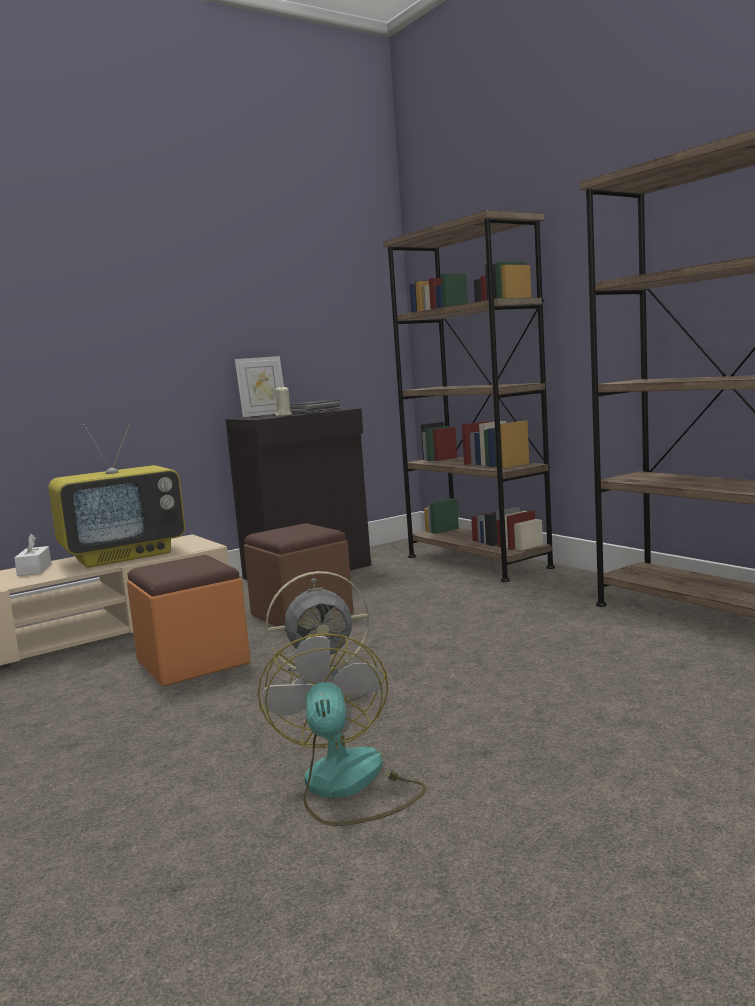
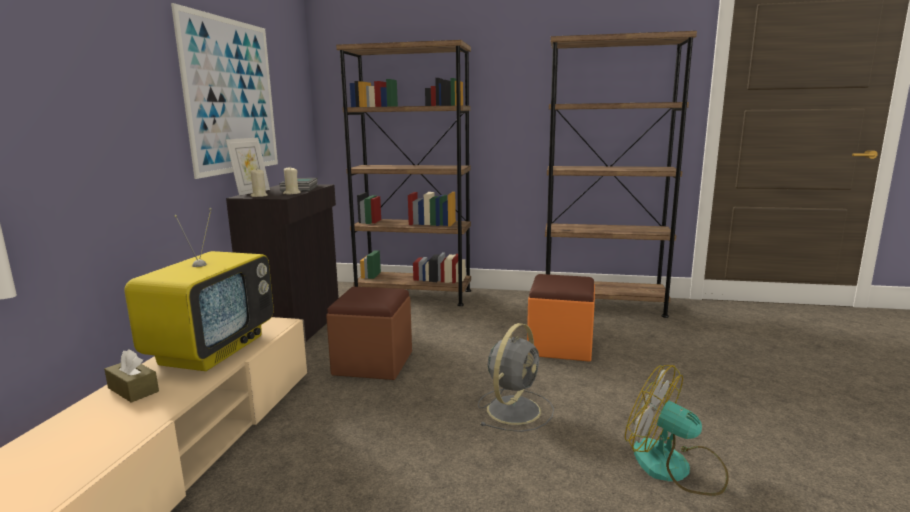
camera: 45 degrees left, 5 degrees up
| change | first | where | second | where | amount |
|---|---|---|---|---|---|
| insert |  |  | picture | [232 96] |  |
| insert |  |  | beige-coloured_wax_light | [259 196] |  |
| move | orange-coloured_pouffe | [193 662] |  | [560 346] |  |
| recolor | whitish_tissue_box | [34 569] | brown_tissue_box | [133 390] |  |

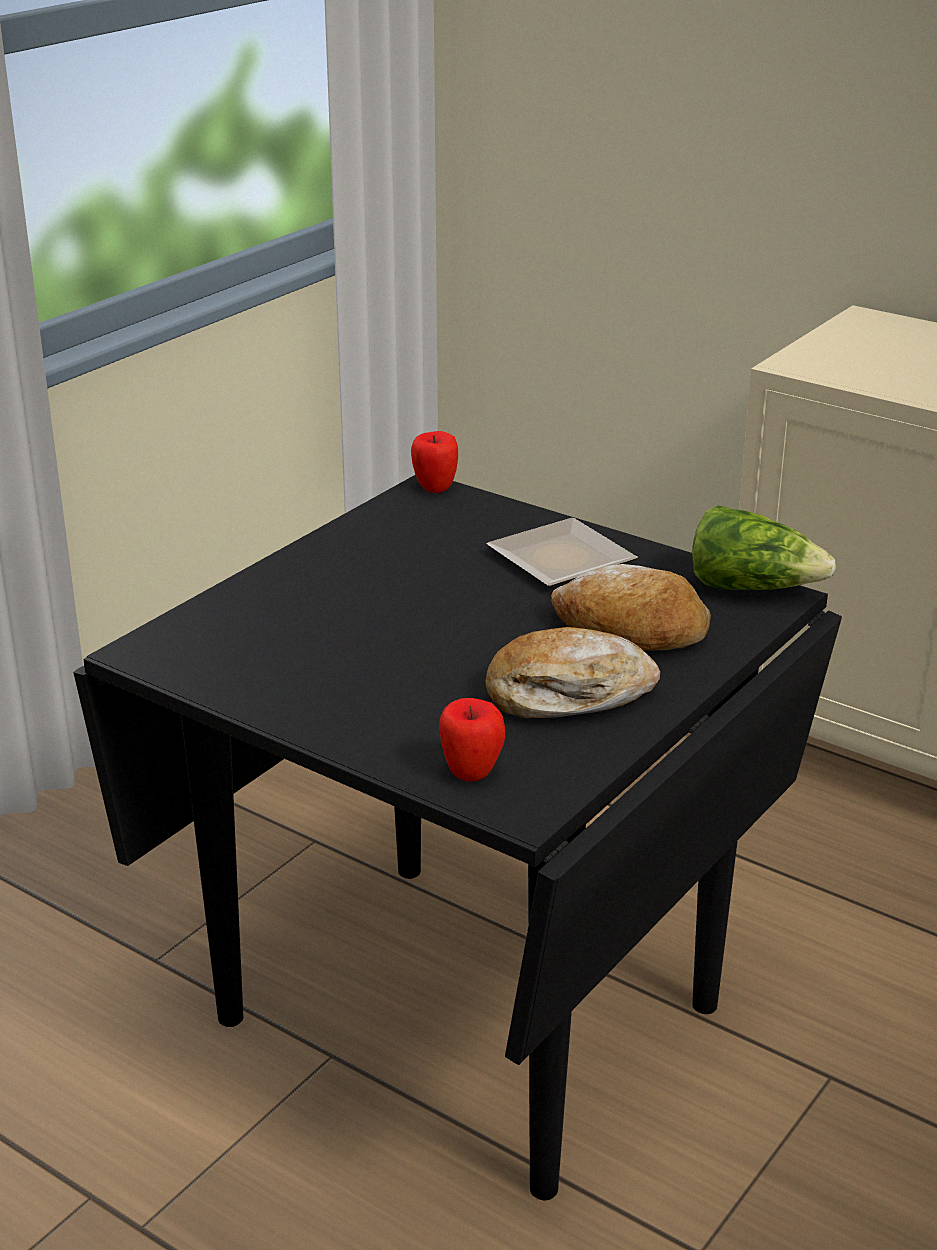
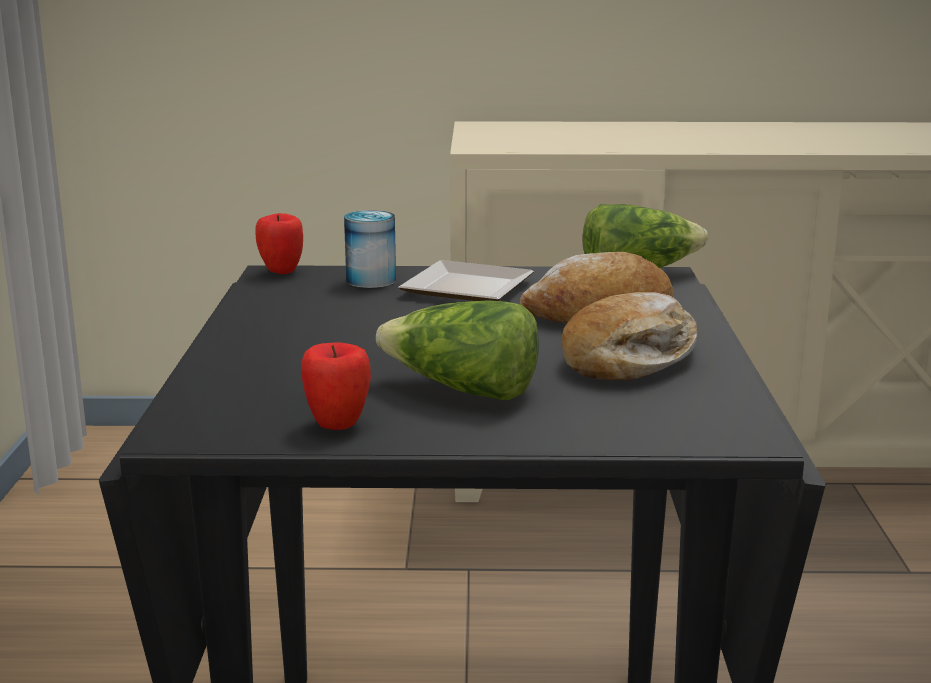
camera: 35 degrees left, 10 degrees down
| change | first | where | second | where | amount |
|---|---|---|---|---|---|
| insert |  |  | can | [371 280] |  |
| insert |  |  | lettuce | [462 390] |  |
| move | apple_fruit | [471 773] |  | [337 423] |  |

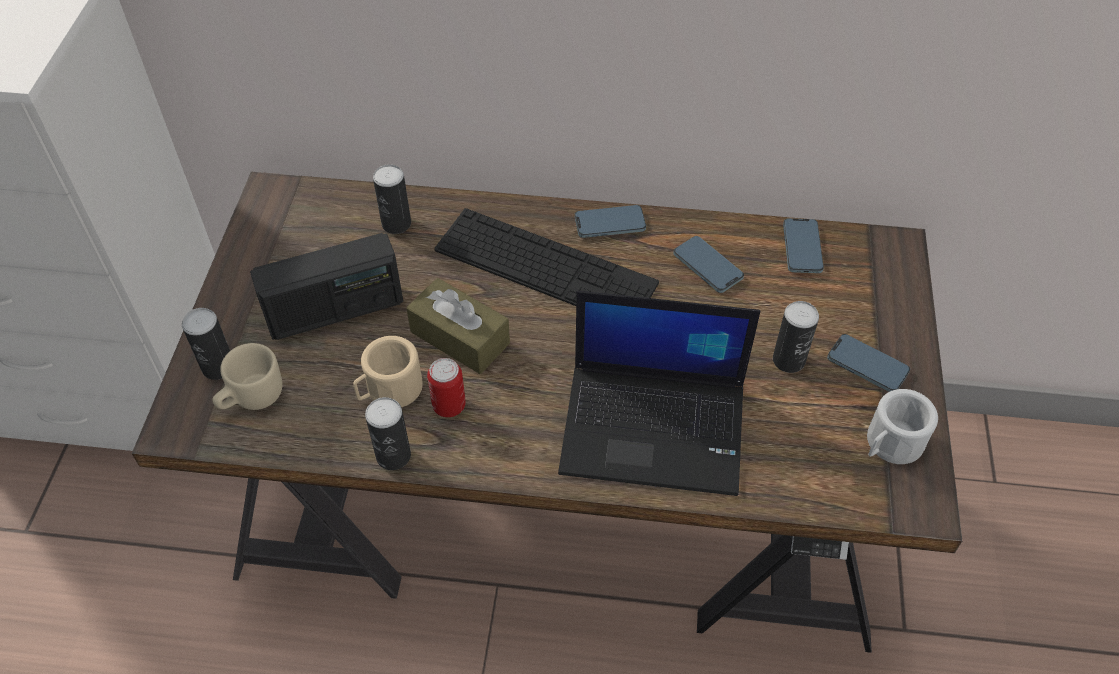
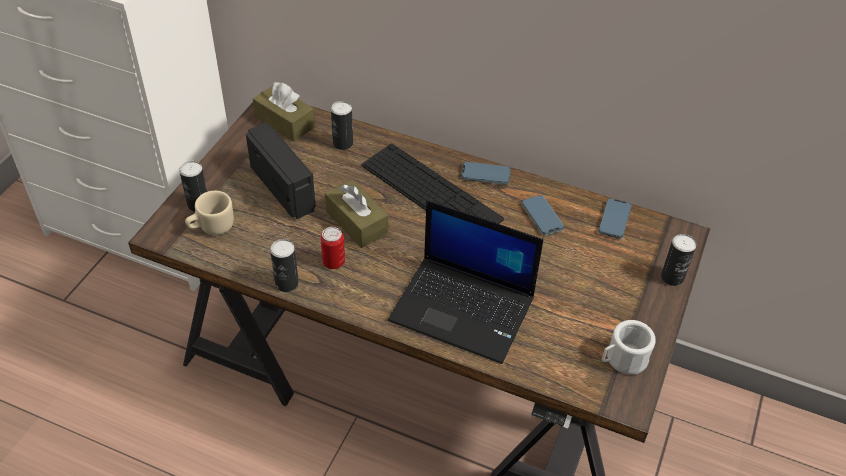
camera: 15 degrees right, 5 degrees down
| change | first | where | second | where | amount |
|---|---|---|---|---|---|
| delete | beige-coloured_tea_mug | [389 390] |  |  |  |
| delete | phone | [867 366] |  |  |  |
| insert |  |  | brown_tissue_box | [285 122] |  |
| move | can | [788 360] |  | [672 277] |  |
| rotate | radio | [335 311] |  | [283 188] | 120 degrees counterclockwise |

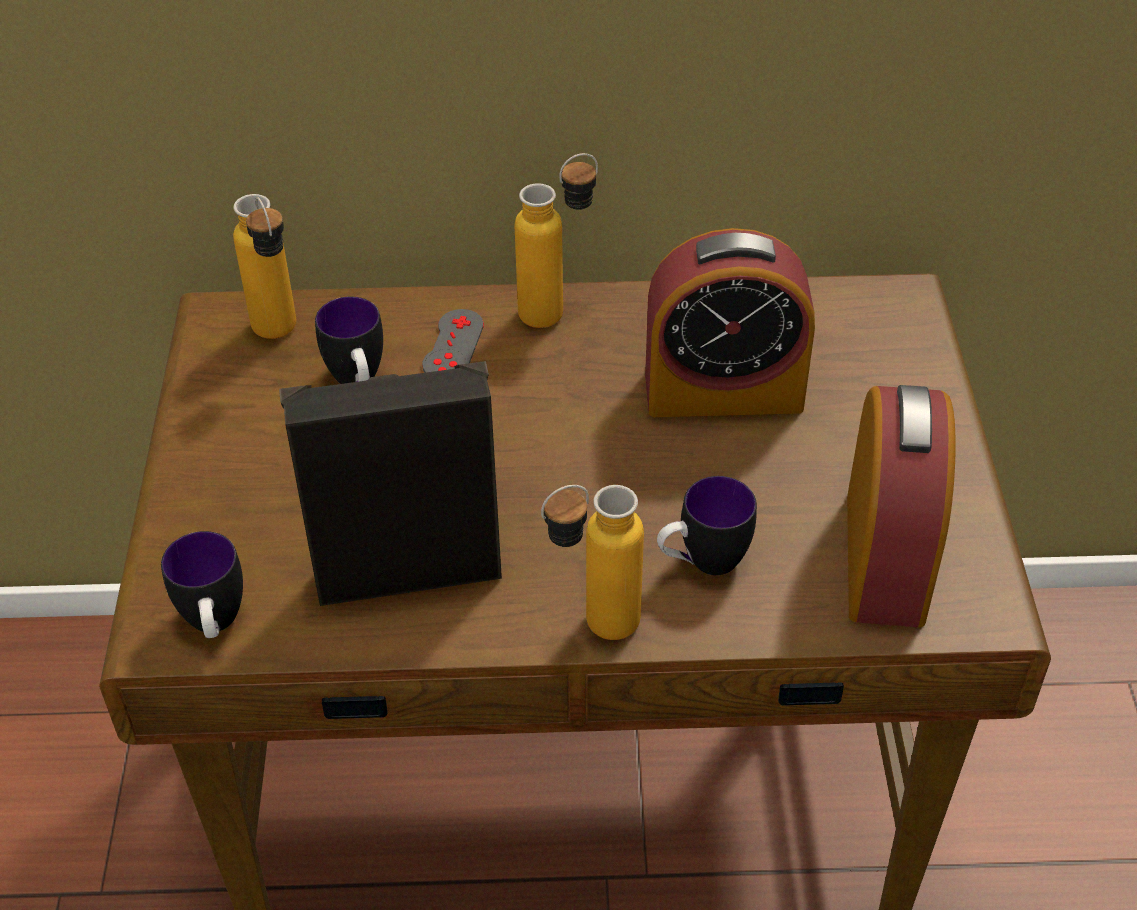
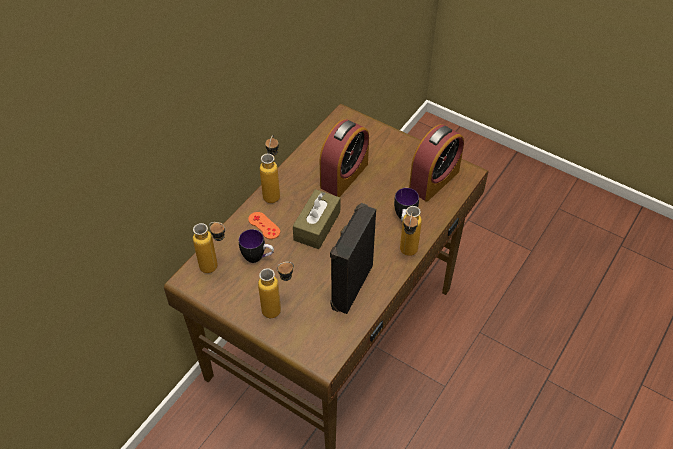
camera: 55 degrees left, 5 degrees up
| change | first | where | second | where | amount |
|---|---|---|---|---|---|
| delete | tea_mug | [215 626] |  |  |  |
| insert |  |  | beverage_bottle | [279 309] |  |
| insert |  |  | brown_tissue_box | [317 226] |  |
| recolor | gray_game_controller | [453 345] | orange-coloured_game_controller | [264 225] |  |
| rotate | bedside_clock | [885 557] |  | [434 180] | 90 degrees clockwise |

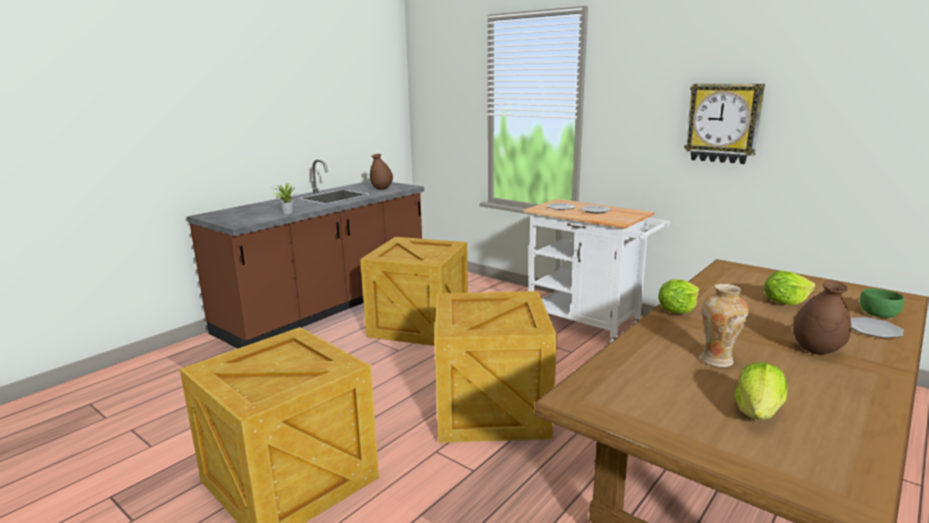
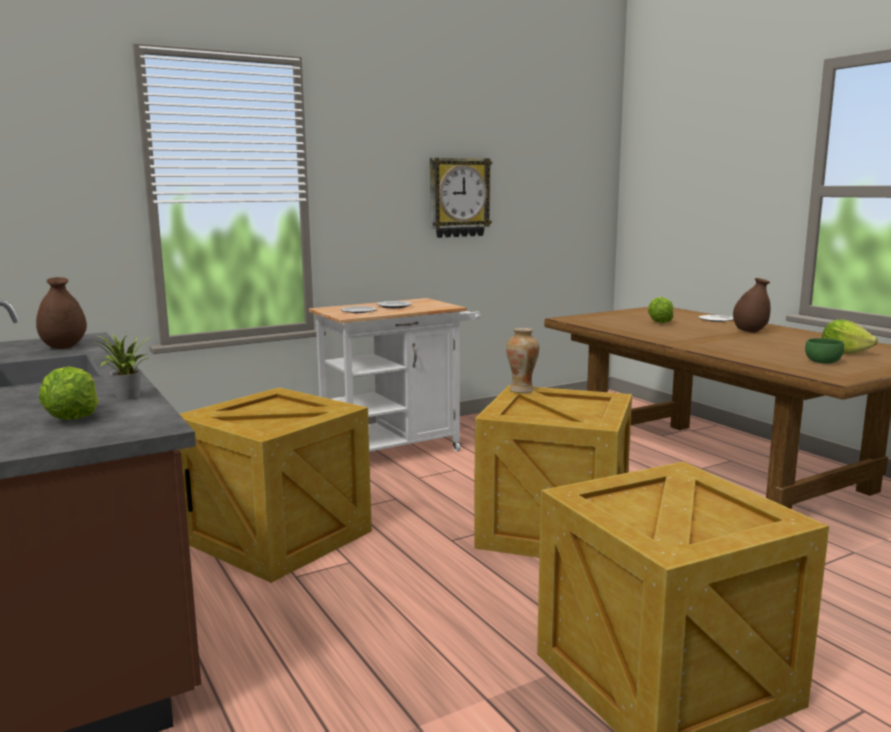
camera: 70 degrees left, 5 degrees down
| change | first | where | second | where | amount |
|---|---|---|---|---|---|
| move | lettuce | [677 311] |  | [72 418] |  |
| move | vase | [718 360] |  | [522 390] |  |
| move | green-coloured_deep_dish | [878 314] |  | [822 362] |  |

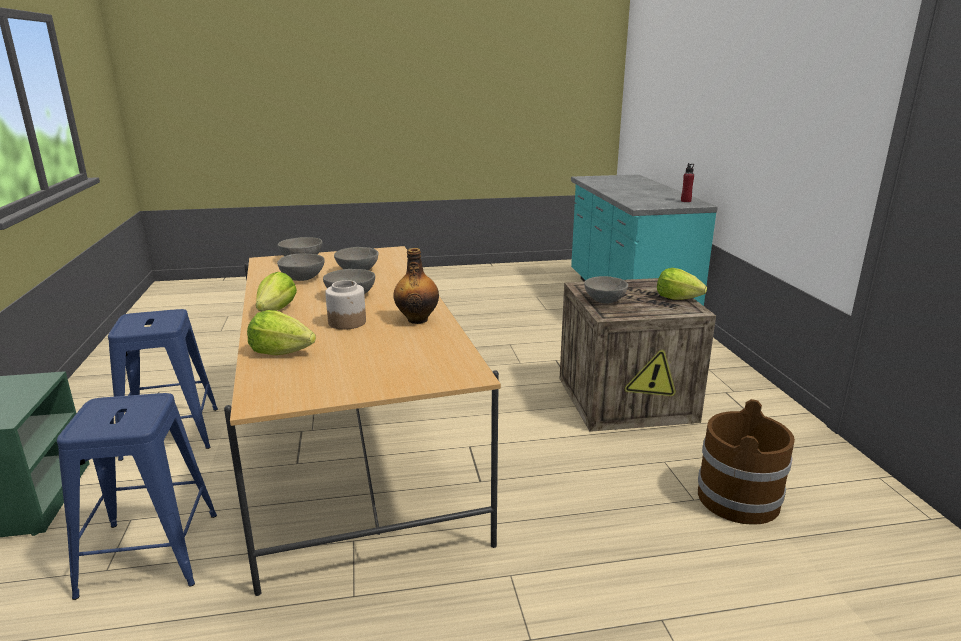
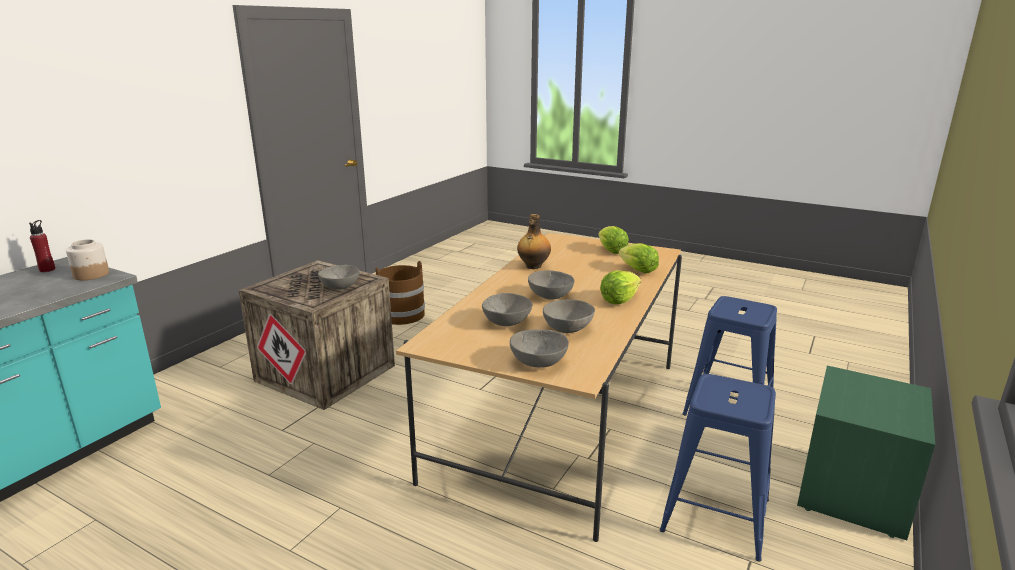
camera: 140 degrees left, 0 degrees up
| change | first | where | second | where | amount |
|---|---|---|---|---|---|
| move | storage_jar | [347 322] |  | [91 275] |  |
| move | lettuce | [677 298] |  | [611 251] |  |

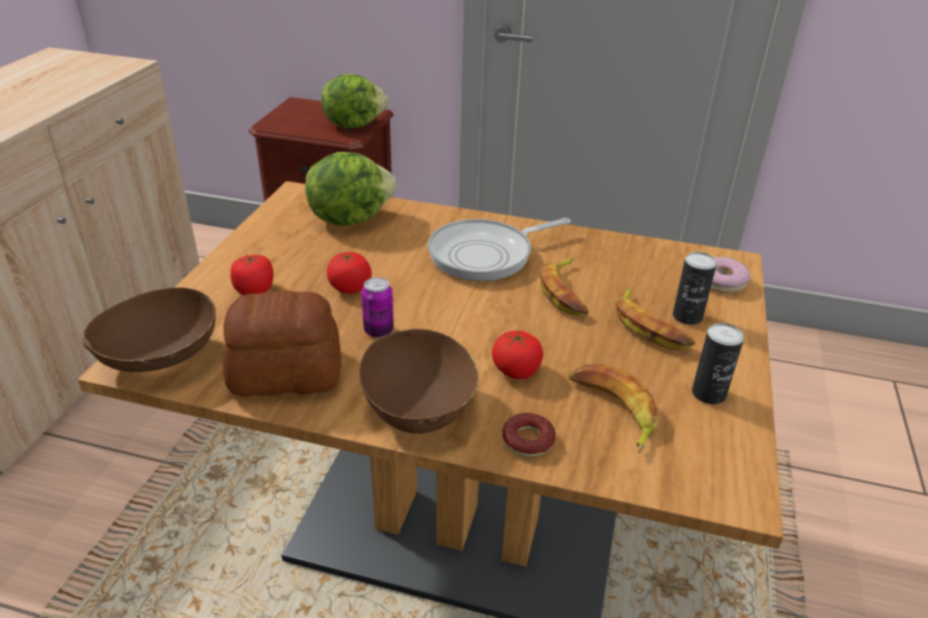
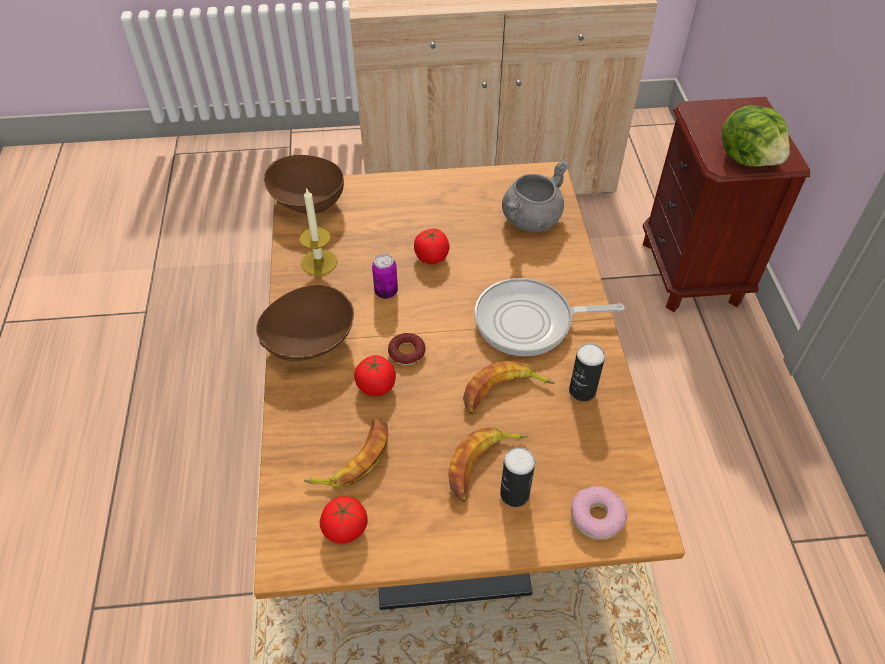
camera: 70 degrees right, 15 degrees up
| change | first | where | second | where | amount |
|---|---|---|---|---|---|
| move | tomato | [254 290] |  | [345 528] |  |
| move | doughnut | [528 440] |  | [406 352] |  |
| move | can | [708 394] |  | [582 391] |  |
| replace | baked_bread | [285 372] | wax_light | [319 262] |  |
| replace | lettuce | [349 218] | gray_saucepot | [531 219] |  |
| rotate | pan | [486 255] |  | [529 322] | 45 degrees counterclockwise |

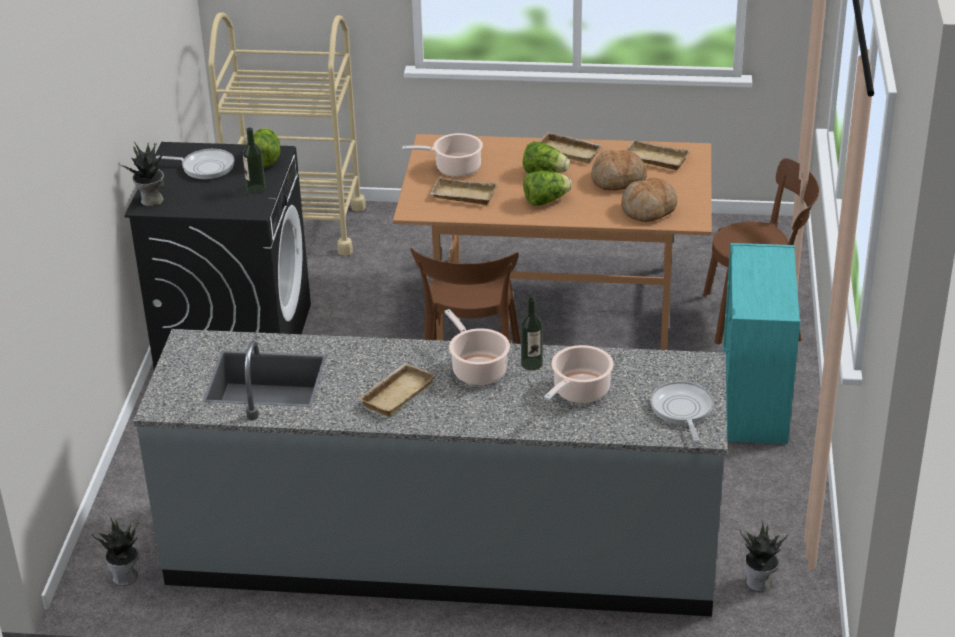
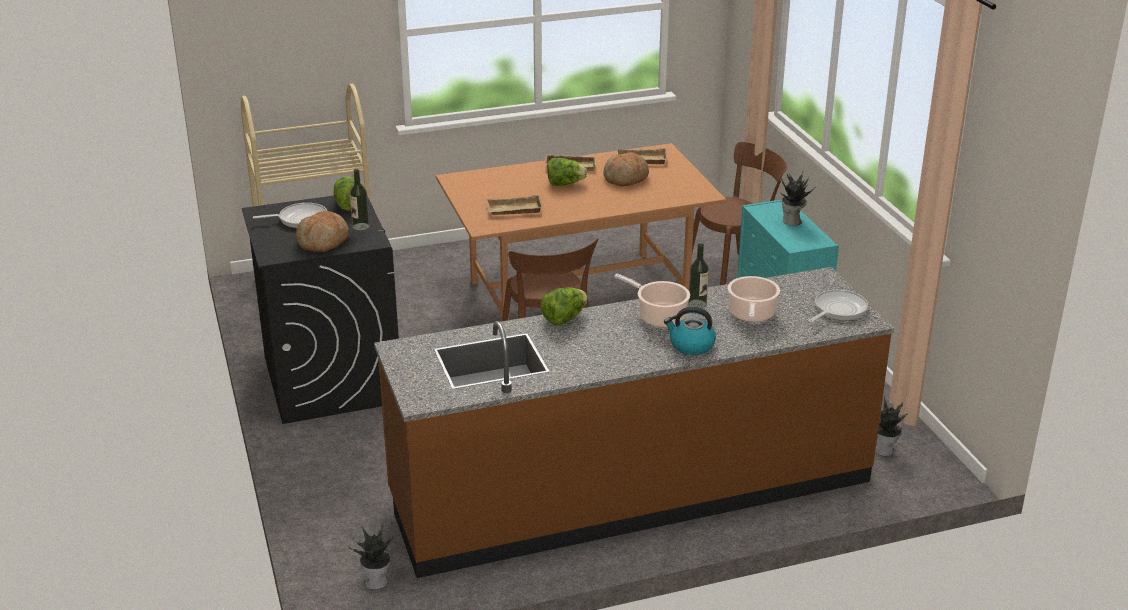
camera: 25 degrees left, 5 degrees down
| change | first | where | second | where | amount |
|---|---|---|---|---|---|
| delete | beige-coloured_carrying_tray | [396 393] |  |  |  |
| delete | saucepot | [455 168] |  |  |  |
| insert |  |  | kettle | [691 345] |  |
| move | houseplant | [151 200] |  | [792 221] |  |
| move | lettuce | [545 201] |  | [564 318] |  |
| move | baked_bread | [649 210] |  | [323 241] |  |
| recolor | gray_counter | [442 551] | brown_counter | [631 490] |  |
| rotate | pan | [682 410] |  | [838 310] | 75 degrees clockwise |

